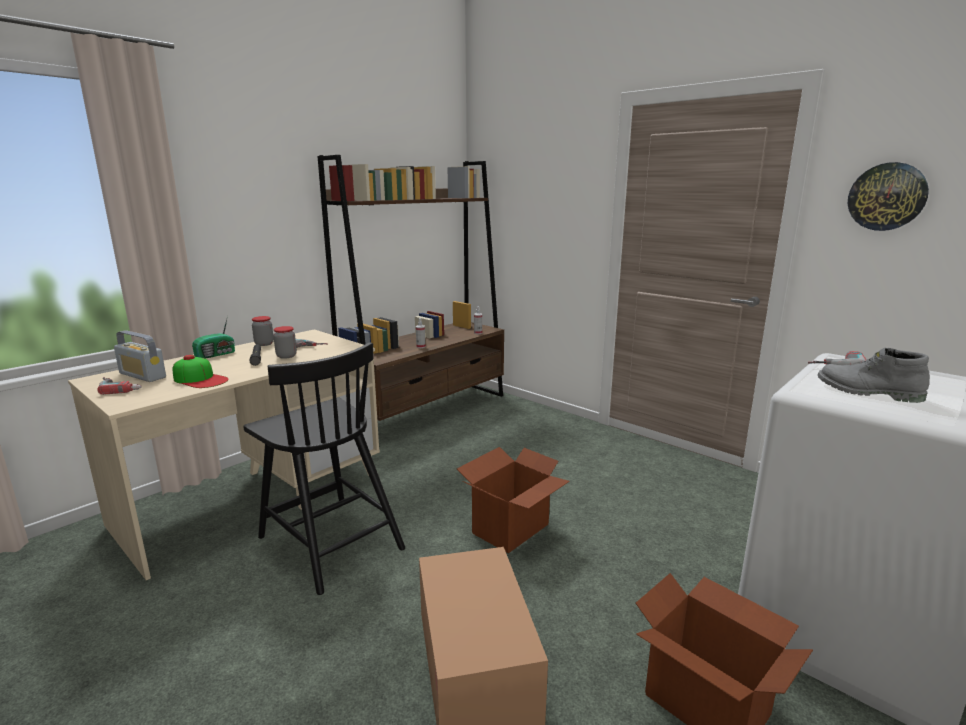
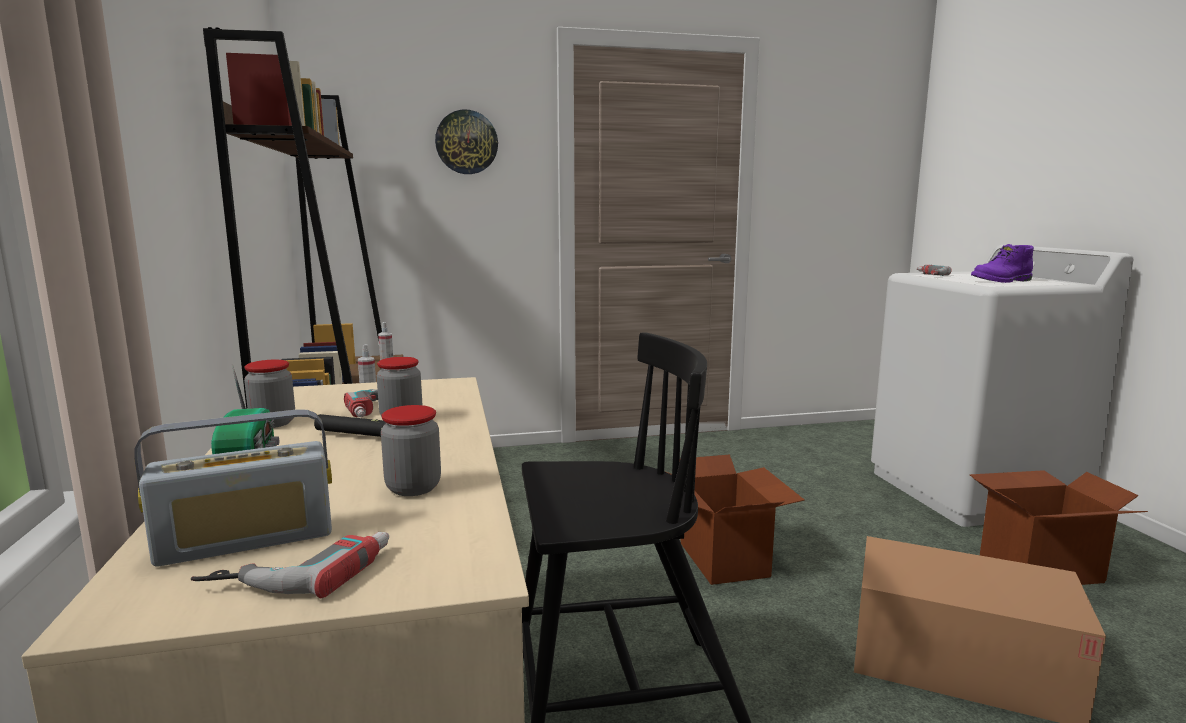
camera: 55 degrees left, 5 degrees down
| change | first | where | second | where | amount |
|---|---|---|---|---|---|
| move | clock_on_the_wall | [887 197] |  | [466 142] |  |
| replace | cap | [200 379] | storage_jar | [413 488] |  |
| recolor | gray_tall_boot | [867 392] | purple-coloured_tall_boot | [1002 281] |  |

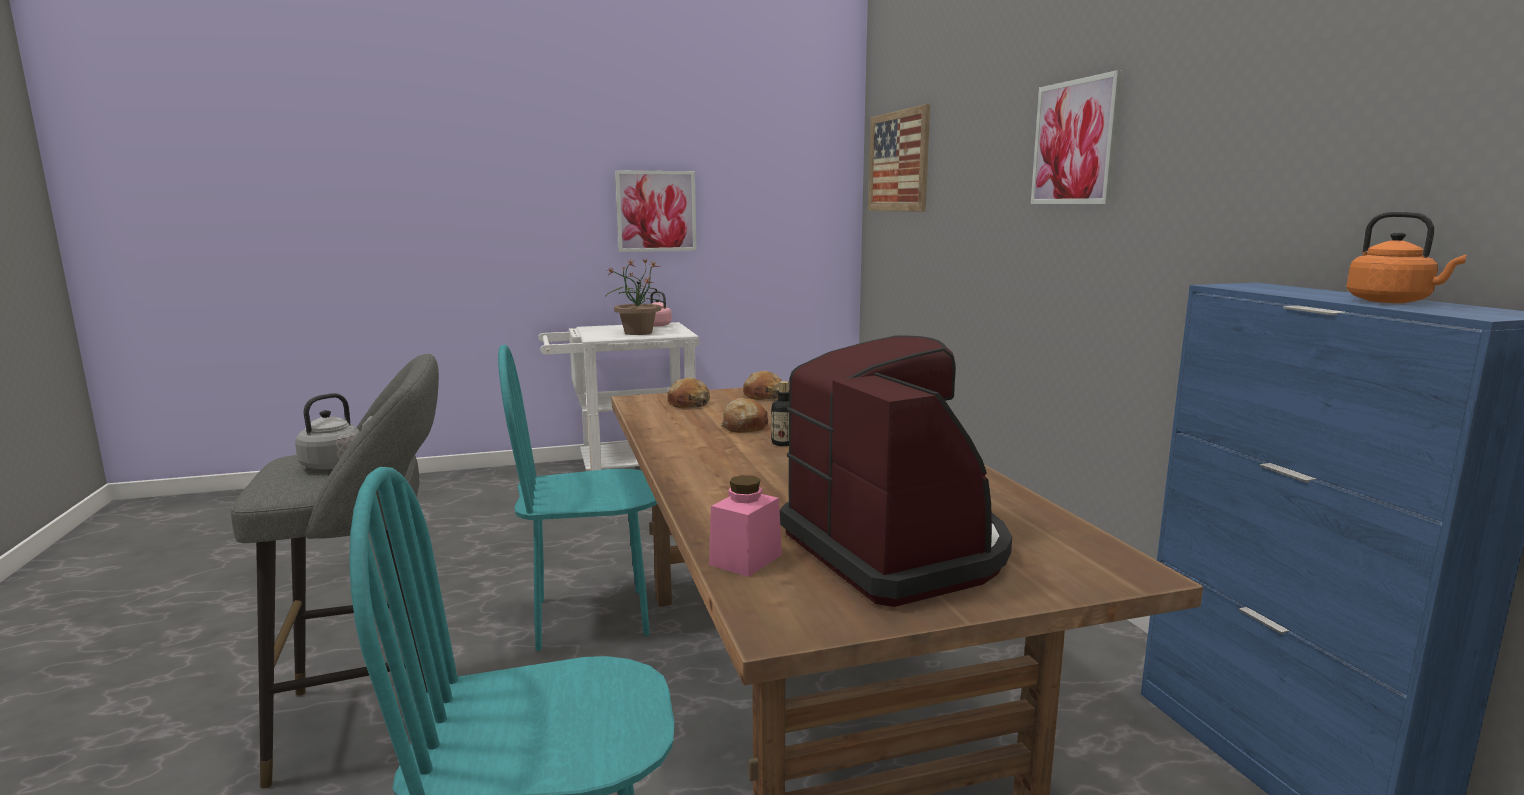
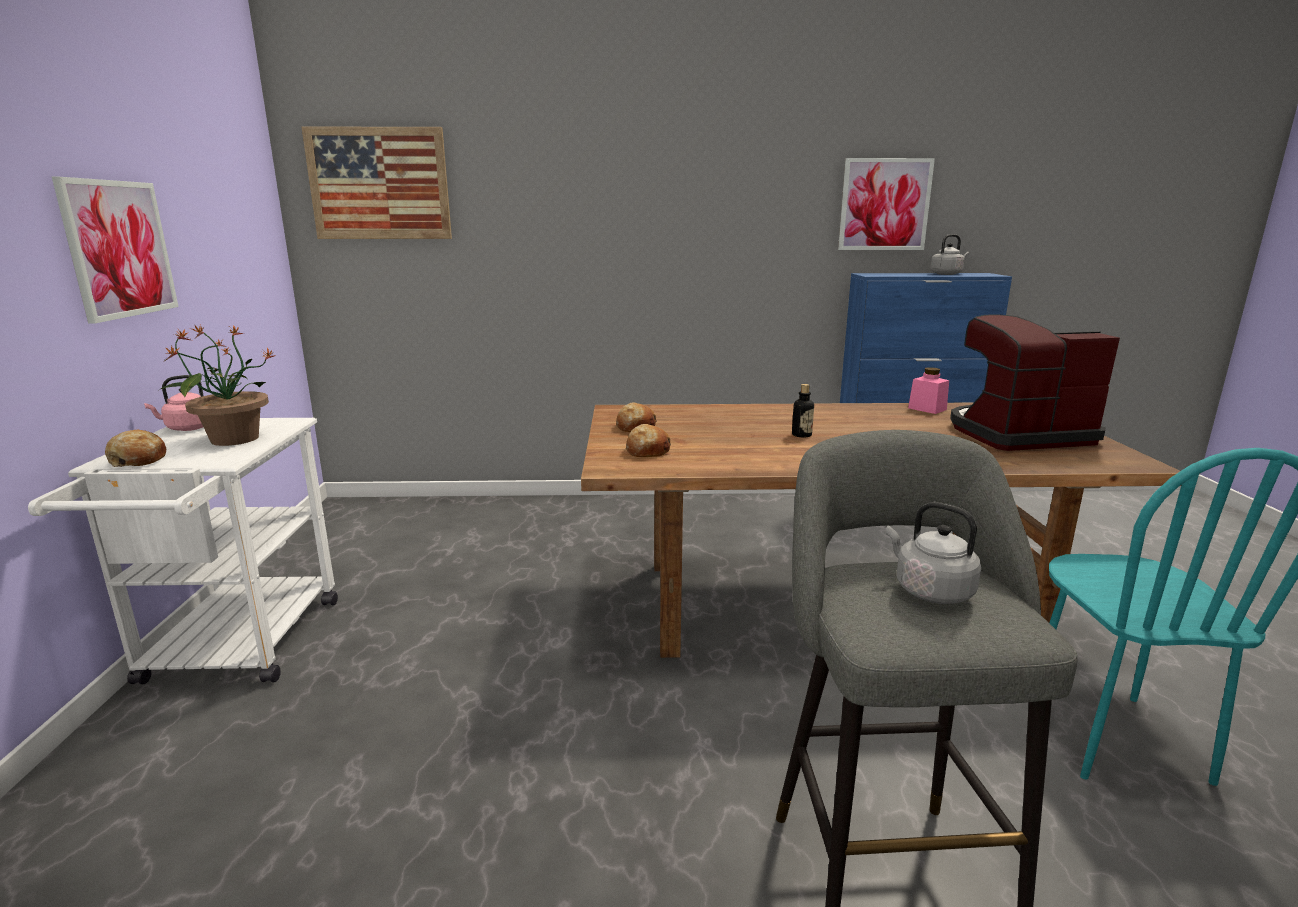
camera: 75 degrees left, 5 degrees up
| change | first | where | second | where | amount |
|---|---|---|---|---|---|
| delete | turquoise-coloured_upright_chair | [591 618] |  |  |  |
| move | pink_storage_jar | [745 559] |  | [927 409] |  |
| move | baked_bread | [744 427] |  | [138 459] |  |
| move | picture | [1075 142] |  | [884 205] |  |
| recolor | orange-coloured_kettle | [1392 301] | gray_kettle | [947 274] |  |

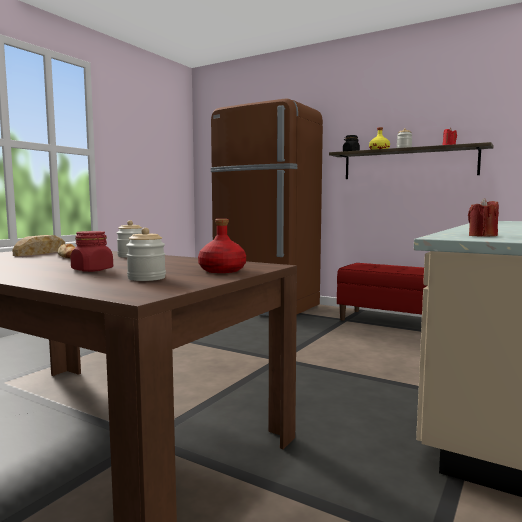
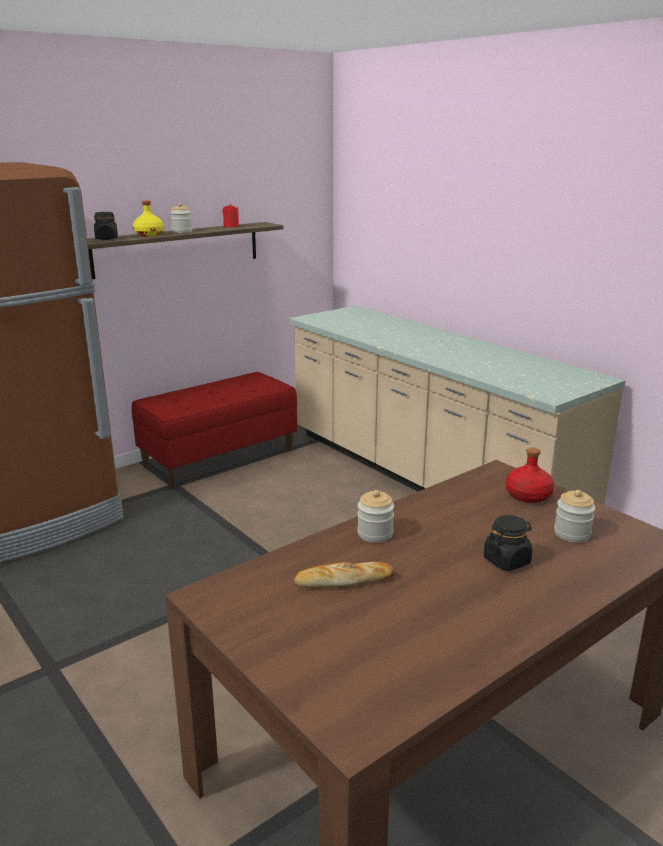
camera: 70 degrees left, 15 degrees up
| change | first | where | second | where | amount |
|---|---|---|---|---|---|
| delete | baked_bread | [40 252] |  |  |  |
| delete | reddish_wax_light | [482 236] |  |  |  |
| recolor | reddish_storage_jar | [92 270] | blackish_storage_jar | [507 561] |  |

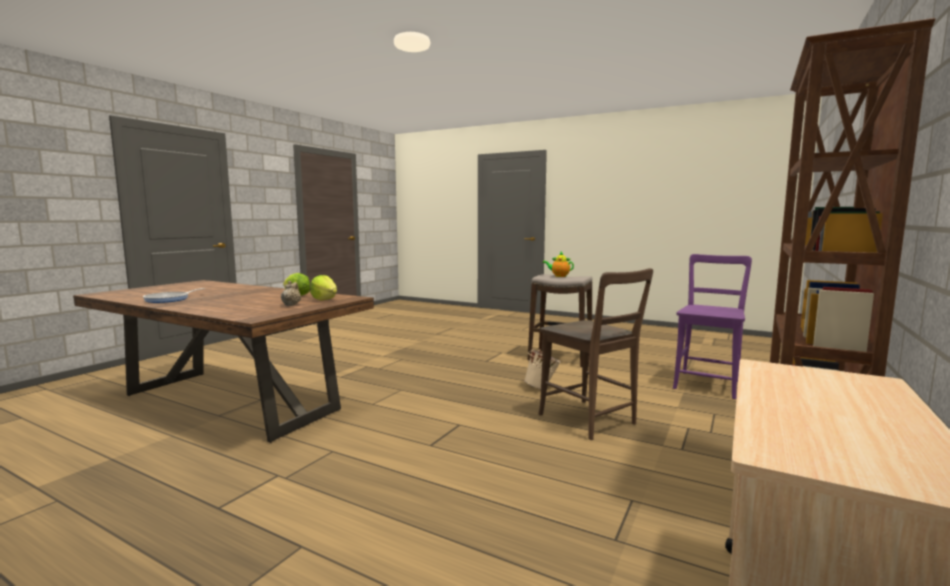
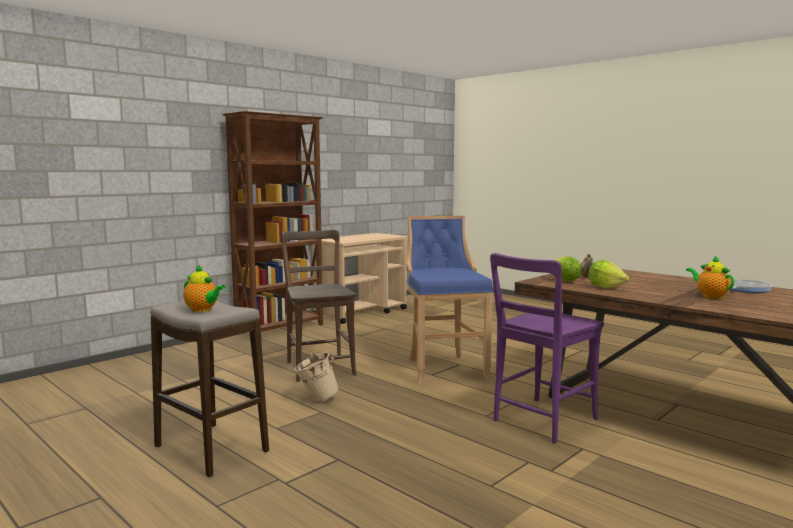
camera: 165 degrees left, 0 degrees up
| change | first | where | second | where | amount |
|---|---|---|---|---|---|
| insert |  |  | bluish_stool | [444 369] |  |
| insert |  |  | teapot | [710 296] |  |
| move | purple-coloured_upright_chair | [707 383] |  | [541 421] |  |

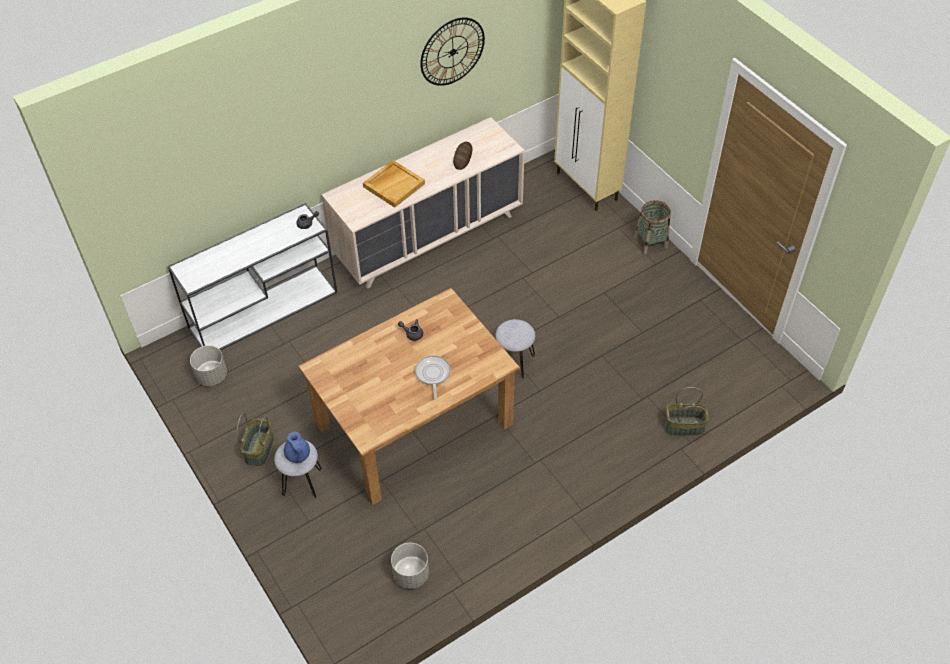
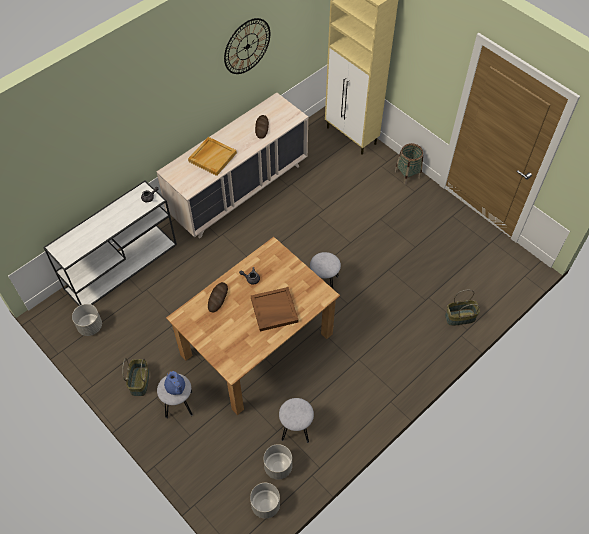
camera: 10 degrees left, 5 degrees up
| change | first | where | second | where | amount |
|---|---|---|---|---|---|
| insert |  |  | baked_bread | [218 298] |  |
| insert |  |  | gray_planter | [265 505] |  |
| insert |  |  | gray_stool | [296 429] |  |
| replace | pan | [433 374] | brown_carrying_tray | [274 310] |  |

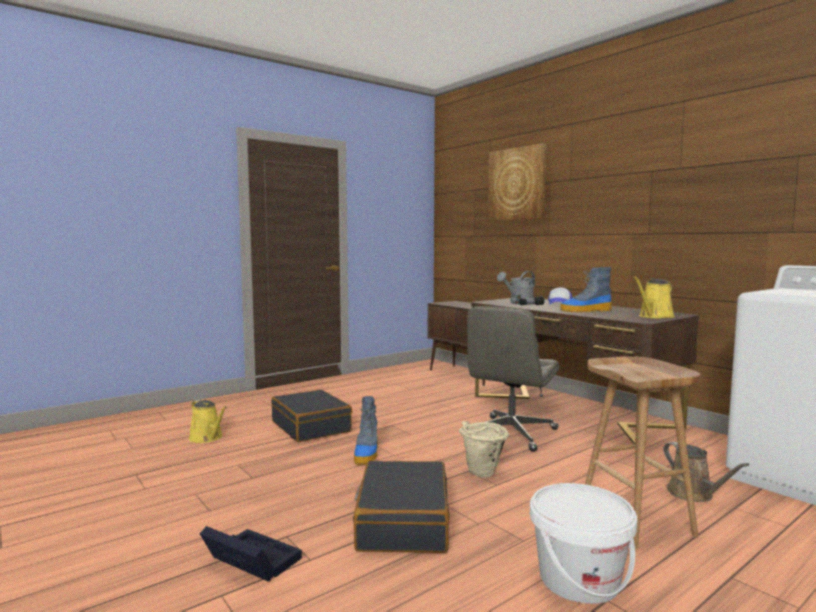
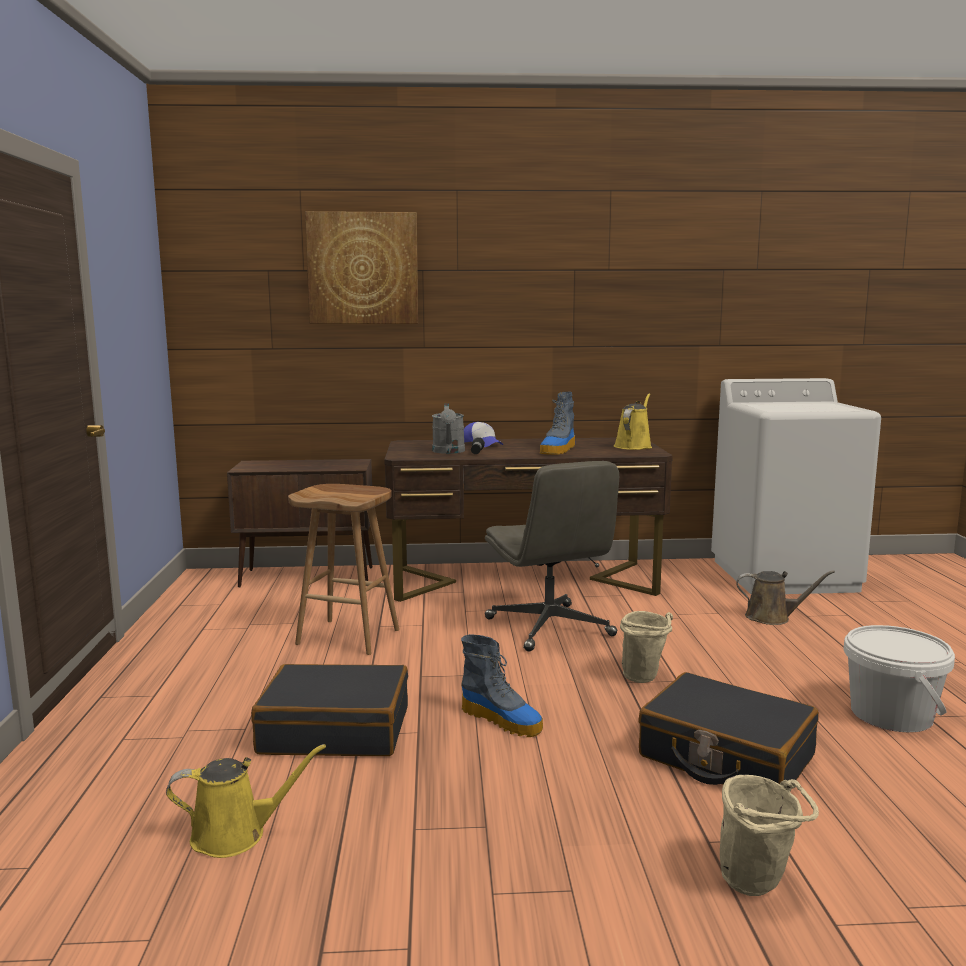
camera: 55 degrees left, 5 degrees up
| change | first | where | second | where | amount |
|---|---|---|---|---|---|
| move | brown_stool | [637 520] |  | [350 636] |  |
| replace | blackish_storage_bin | [249 561] | beige-coloured_water_bucket | [759 885] |  |
| rotate | yellow_watering_pot | [654 316] |  | [634 446] | 150 degrees counterclockwise |

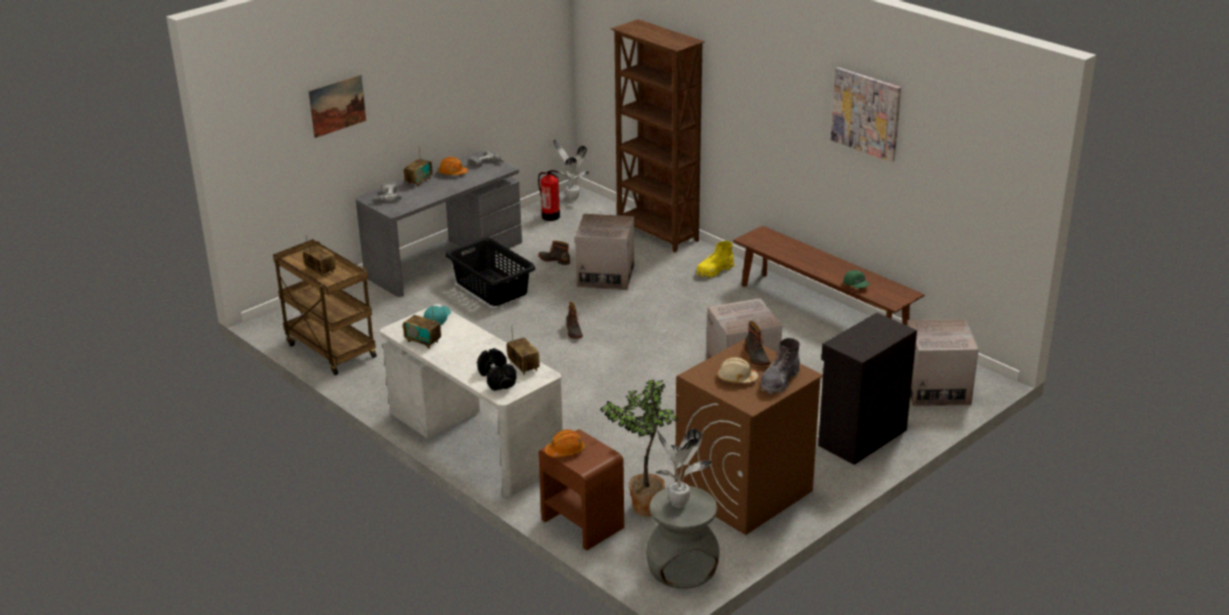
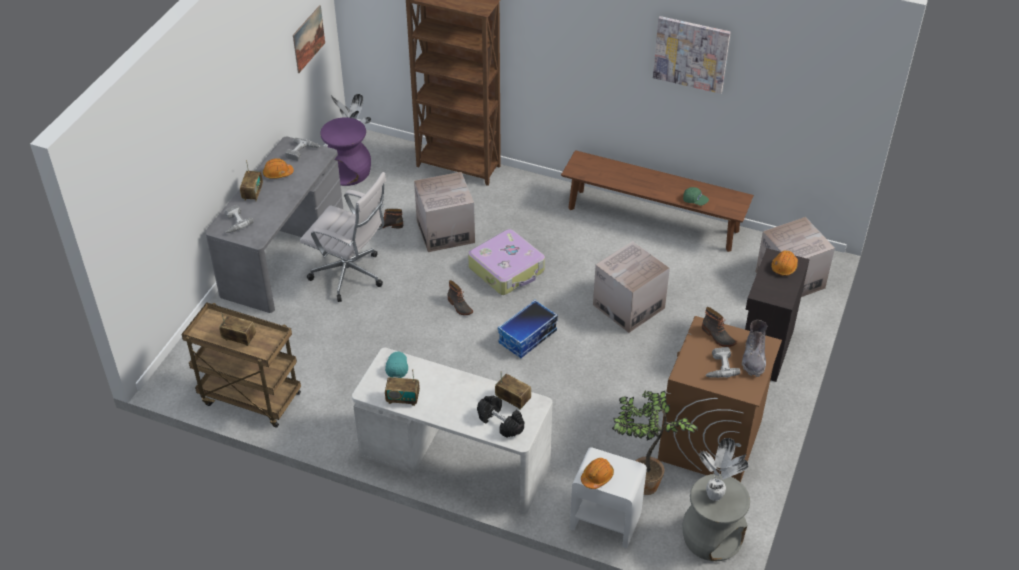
camera: 25 degrees left, 15 degrees up
| change | first | where | second | where | amount |
|---|---|---|---|---|---|
| delete | yellow_tall_boot | [714 271] |  |  |  |
| insert |  |  | suitcase | [507 269] |  |
| insert |  |  | storage_bin | [528 337] |  |
| insert |  |  | orange-coloured_work_helmet | [784 267] |  |
| move | picture | [337 105] |  | [308 39] |  |
| replace | blackish_hamper | [491 288] | whitish_office_chair | [351 276] |  |
| replace | fire_extinguisher | [550 216] | purple-coloured_stool | [348 171] |  |
| replace | beige-coloured_work_helmet | [736 378] | drill | [718 366] |  |
| recolor | brown_nightstand | [582 523] | whitish_nightstand | [604 520] |  |

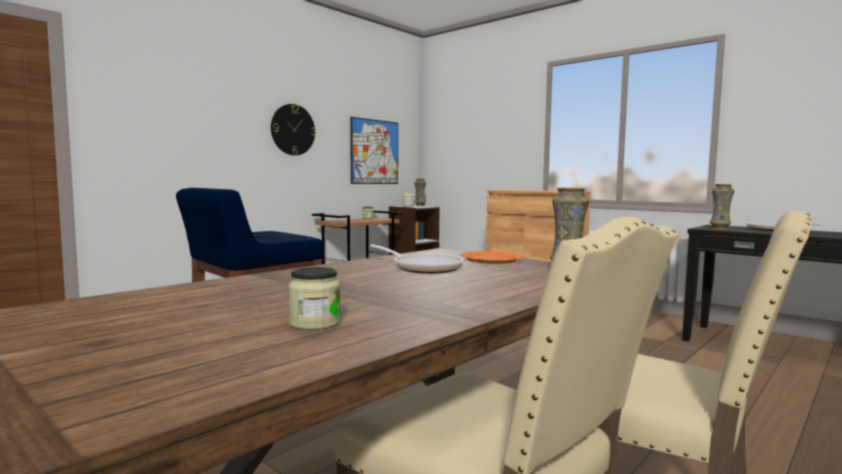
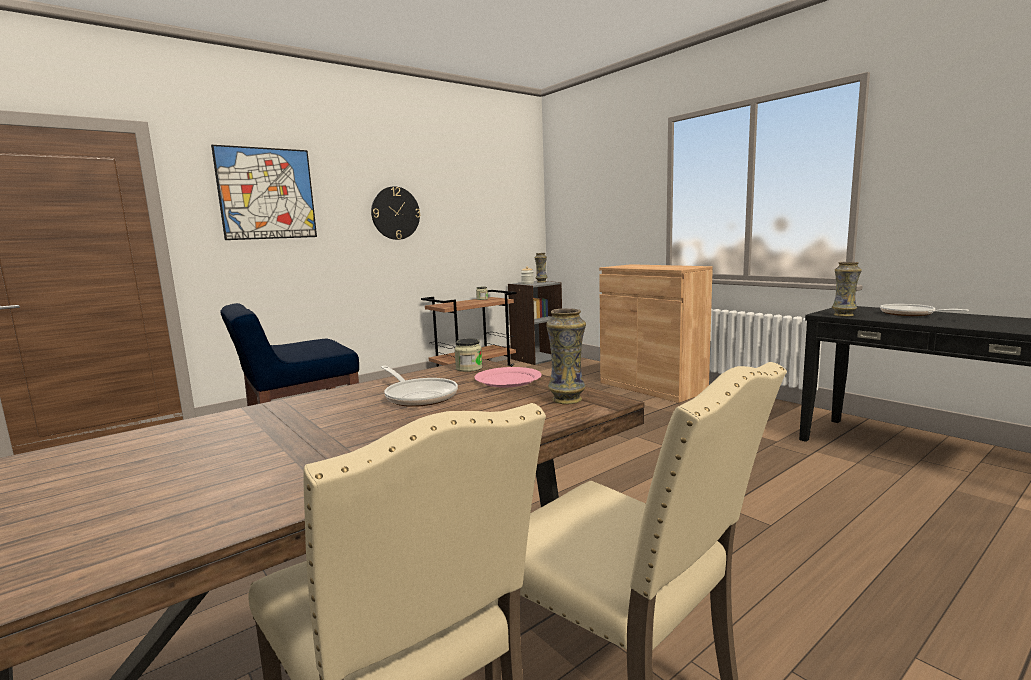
camera: 10 degrees right, 5 degrees up
| change | first | where | second | where | amount |
|---|---|---|---|---|---|
| move | storage_jar | [314 323] |  | [469 368] |  |
| move | picture | [375 152] |  | [267 193] |  |
| recolor | orange-coloured_plate | [491 260] | pink_plate | [507 380] |  |

